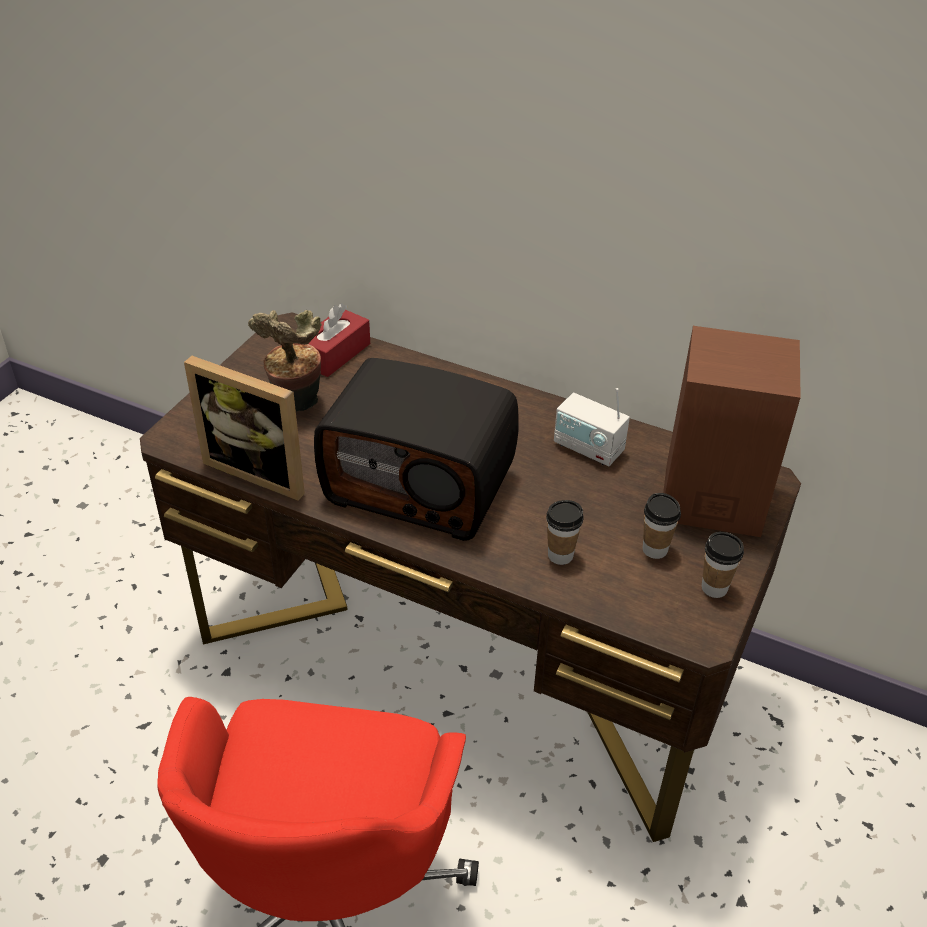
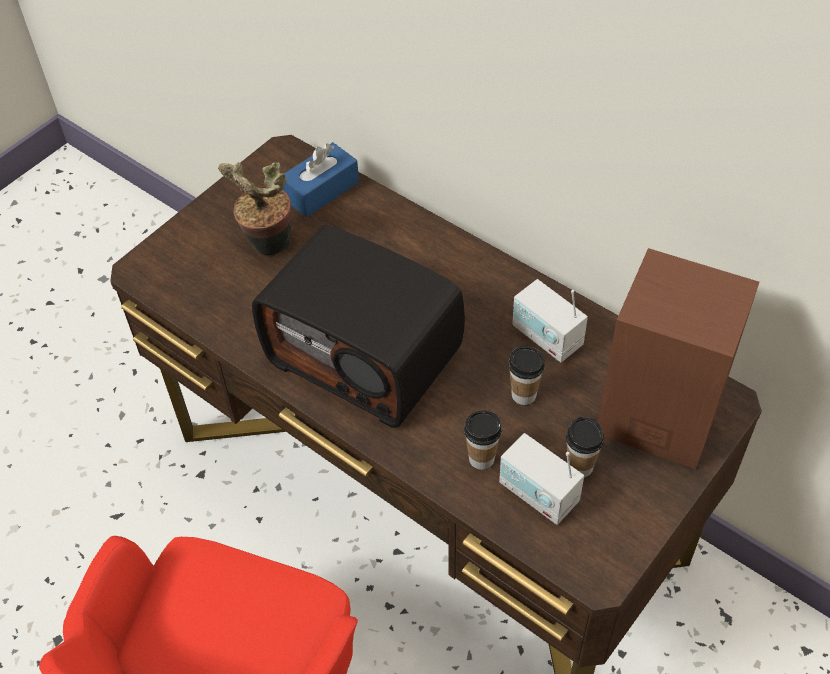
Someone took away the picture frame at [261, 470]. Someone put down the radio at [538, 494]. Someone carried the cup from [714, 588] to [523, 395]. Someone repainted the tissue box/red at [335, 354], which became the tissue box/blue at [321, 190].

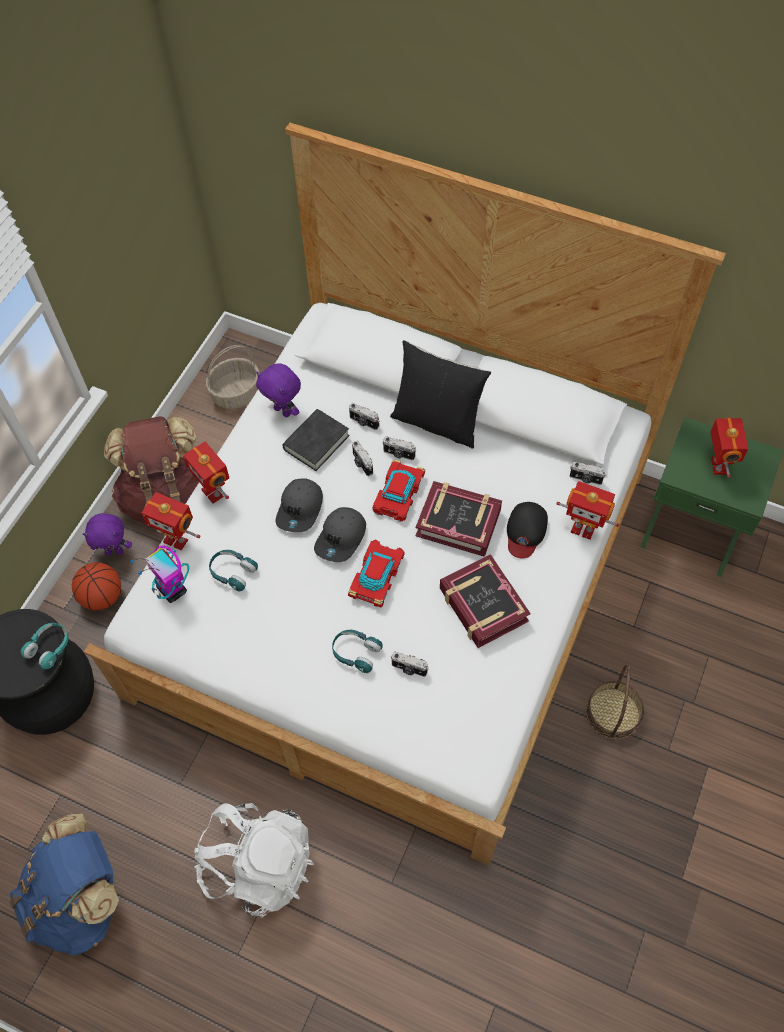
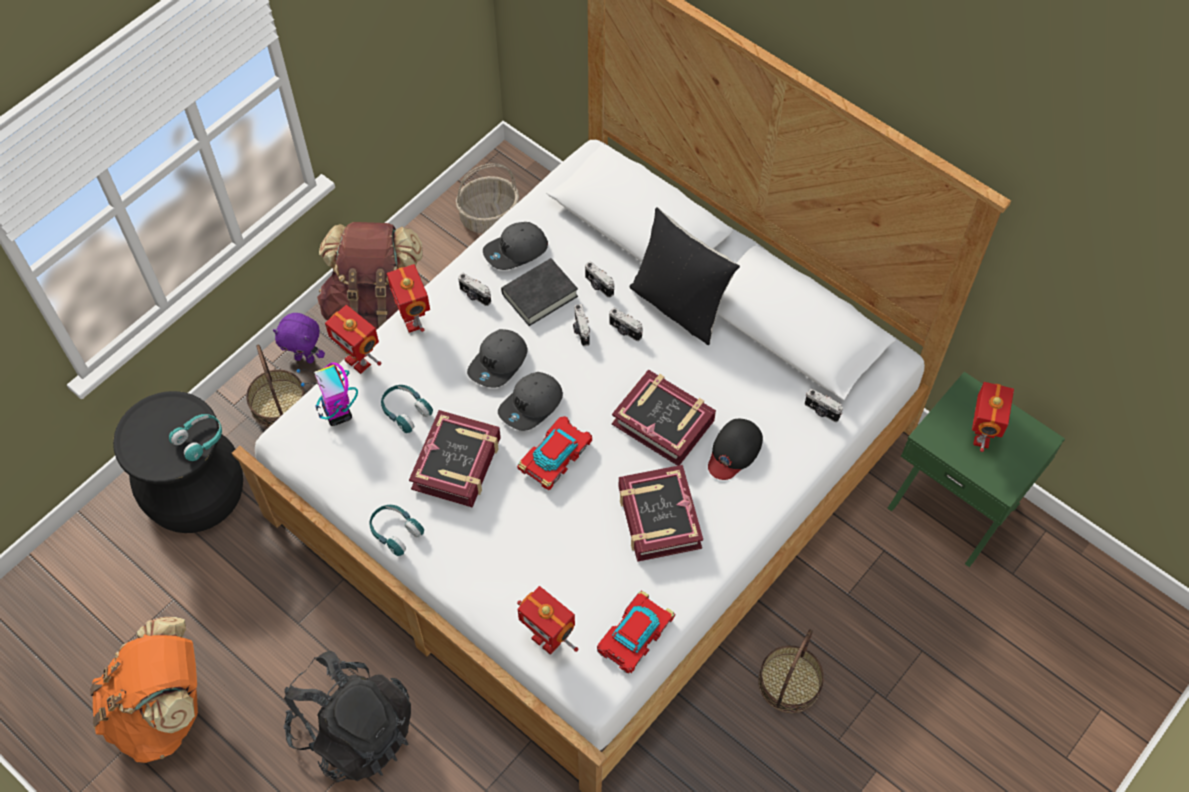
Someone put down the book at [457, 463]. Someone carried the headphones/turquoise from [356, 653] to [395, 532]. Someone carried the toy car from [398, 493] to [634, 634]. Someone carried the photo camera from [409, 669] to [474, 296]. Someone carried the toy robot from [583, 529] to [547, 639]. Someone swapped the basketball at [103, 596] for the basket at [278, 403]. Someone swapped the plush toy/purple at [283, 411] for the cap/grey at [516, 251]. Someone repainted the backpack/blue at [82, 898], which became the backpack/orange at [164, 709]. Someone repainted the backpack/white at [259, 864], which became the backpack/black at [354, 730].

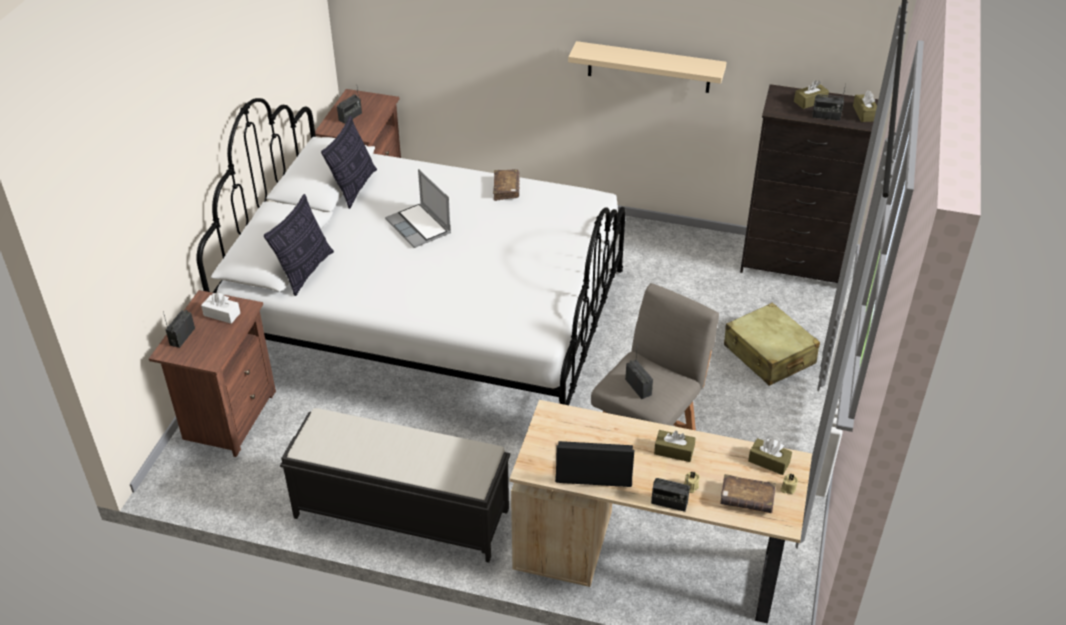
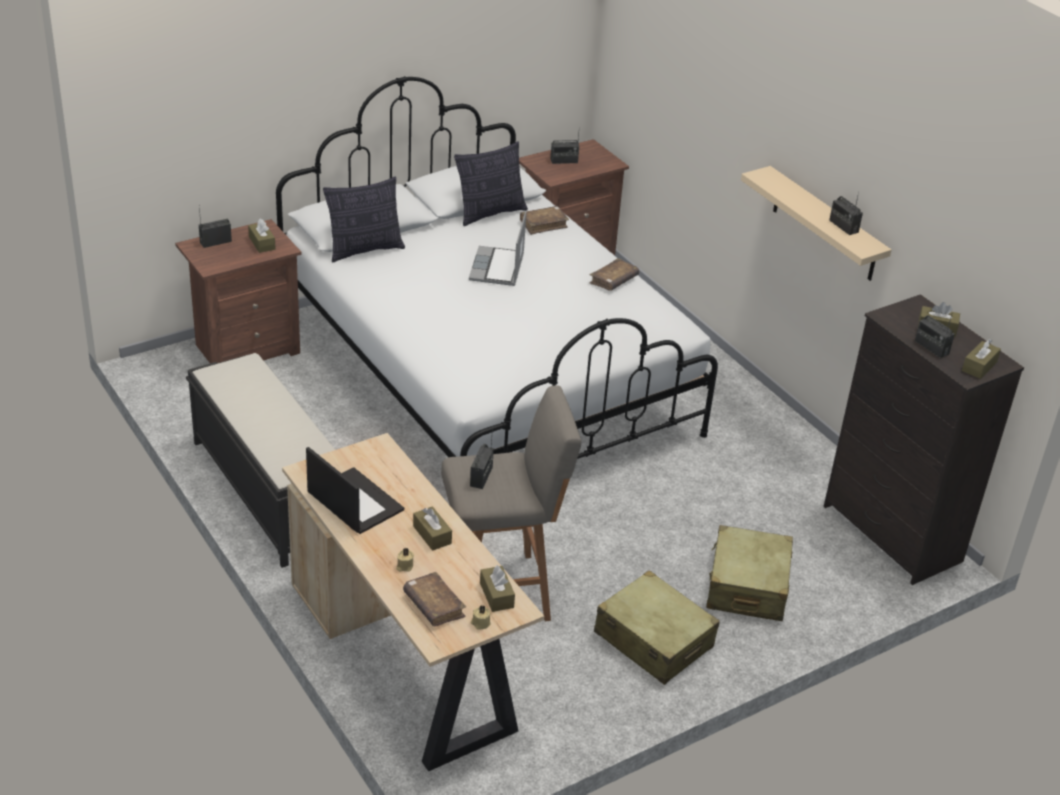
Someone put down the book/brown at [543, 224]. Someone put down the suitcase/beige at [653, 640]. Someone carried the radio from [669, 503] to [843, 226]. Someone repainted the tissue box/white at [222, 314], which became the tissue box/brown at [262, 243].

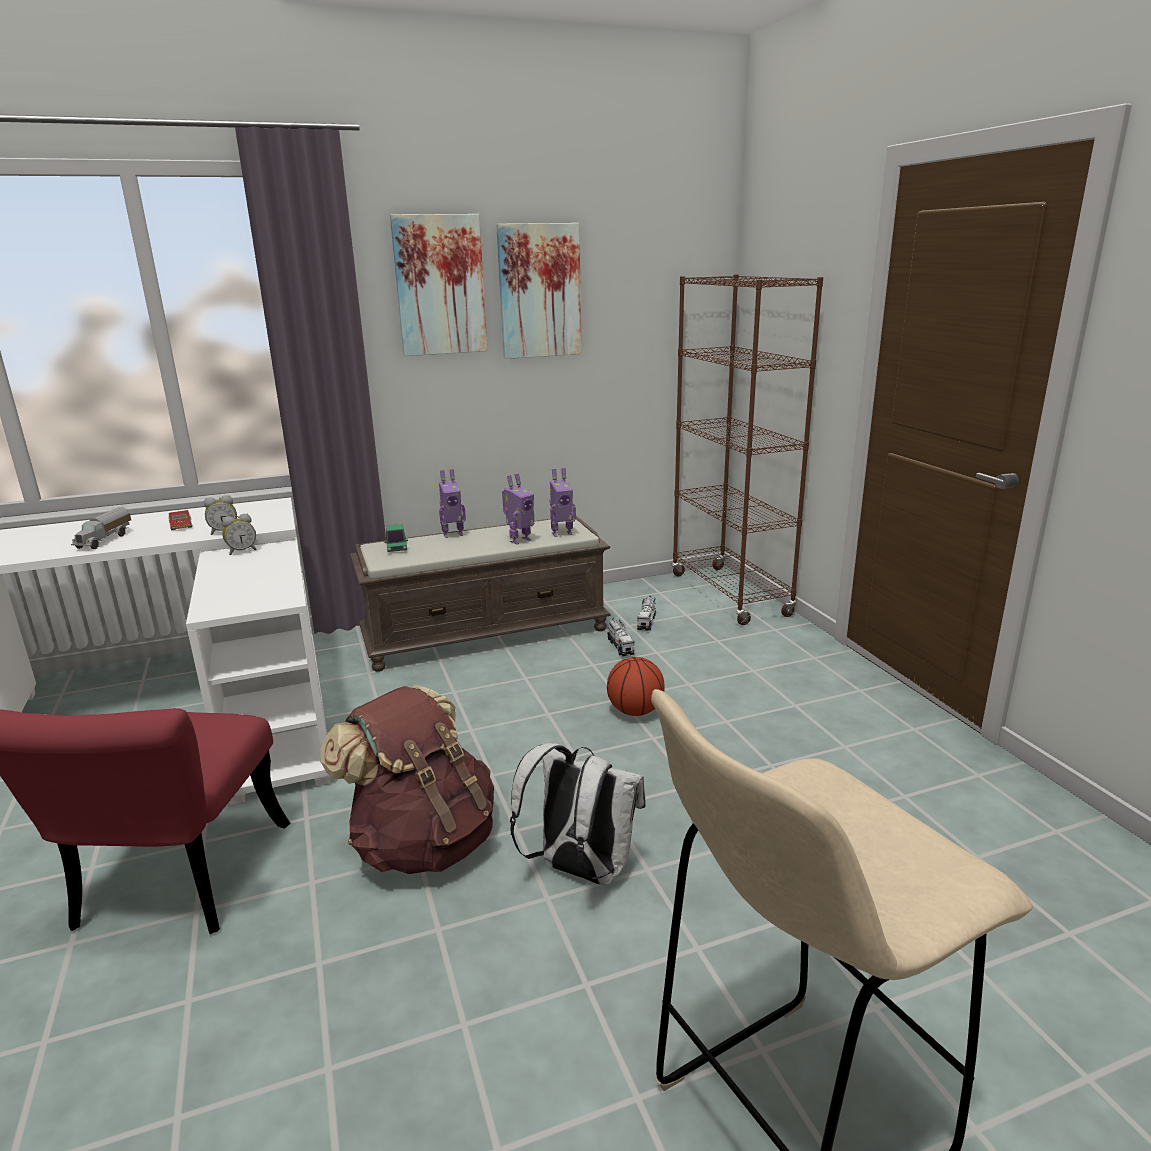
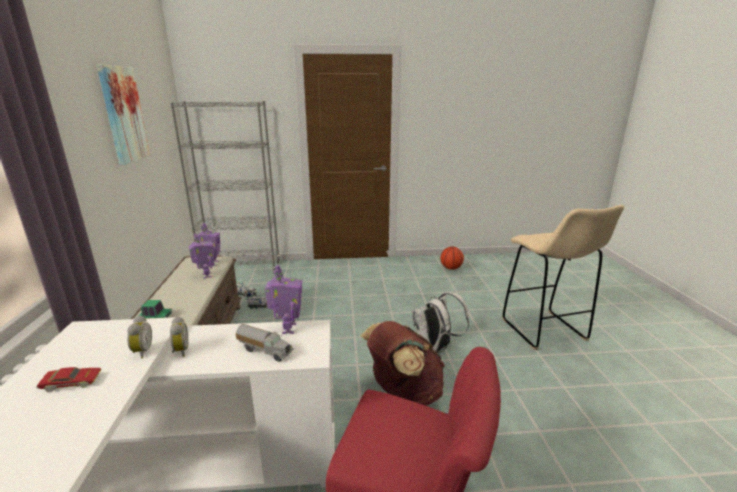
Someone took away the picture at [439, 285]. Someone carried the toy truck from [105, 540] to [265, 350]. Someone carried the toy robot from [452, 534] to [287, 328]. Someone carried the basketball from [635, 711] to [451, 268]. Someone repainted the bookcase/brown at [730, 595], which became the bookcase/grey at [241, 269].

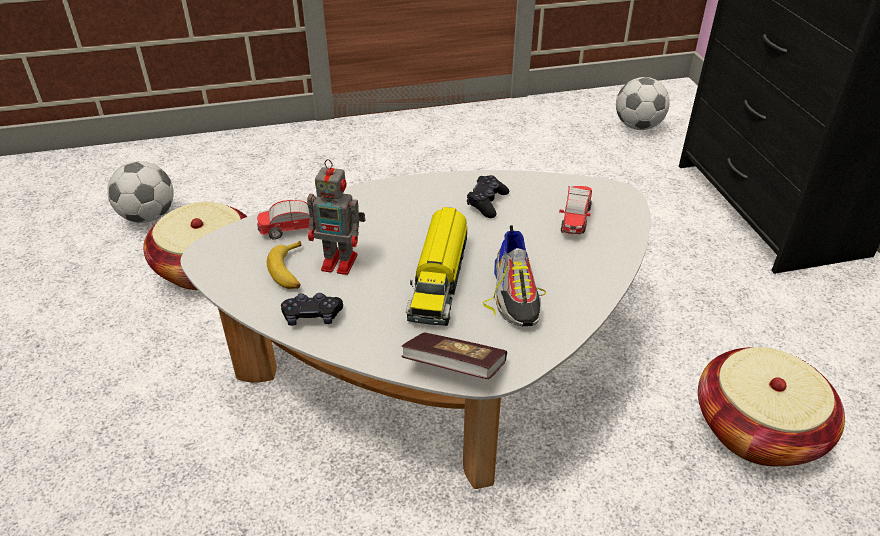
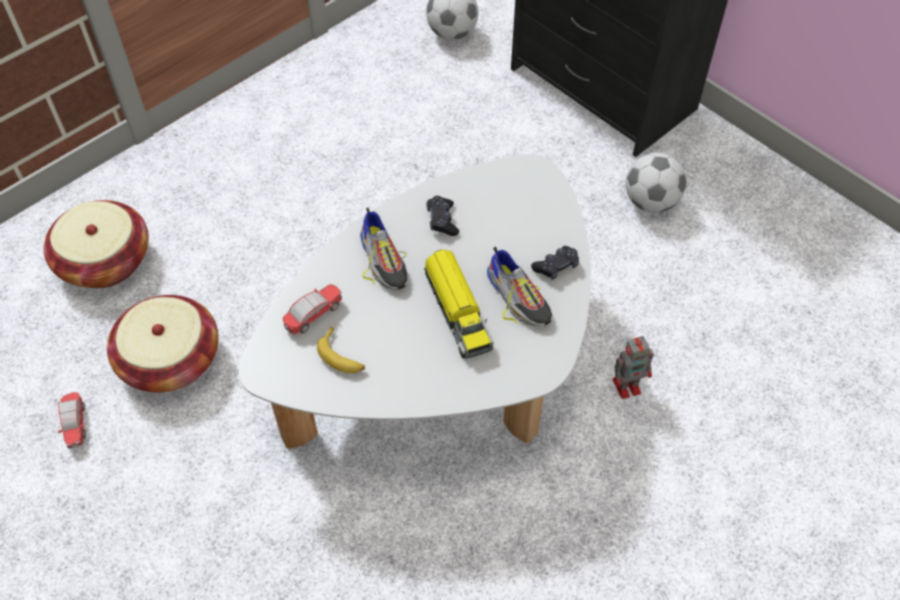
Someone took away the book at [454, 368]. Someone put down the shoe at [384, 260]. Someone carried the football from [148, 216] to [651, 201]. Someone carried the game controller/black from [312, 316] to [556, 266]. Someone carried the toy robot from [341, 262] to [628, 385]. Someone carried the toy car from [575, 220] to [76, 424]. Someone carried the basket from [757, 429] to [105, 261].

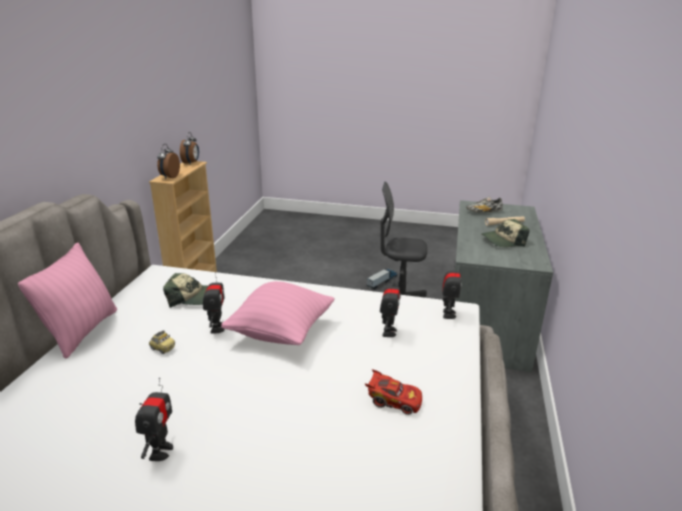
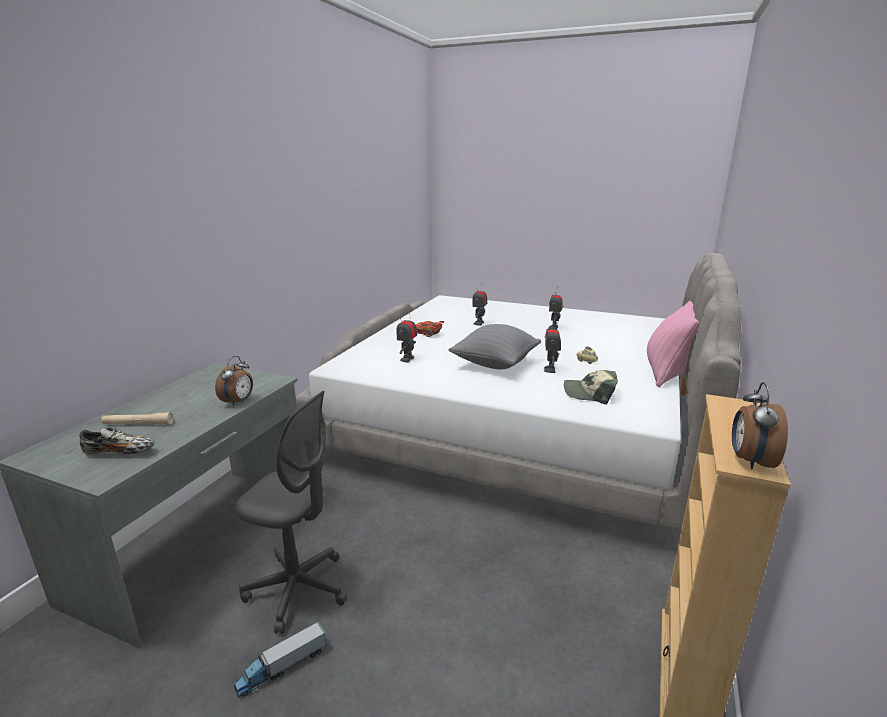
Someone took away the cap at [503, 240]. Someone carried the alarm clock from [169, 177] to [239, 402]. Someone carried the toy robot from [448, 314] to [479, 323]. Someone repainted the pillow/pink at [281, 332], which became the pillow/grey at [495, 364].

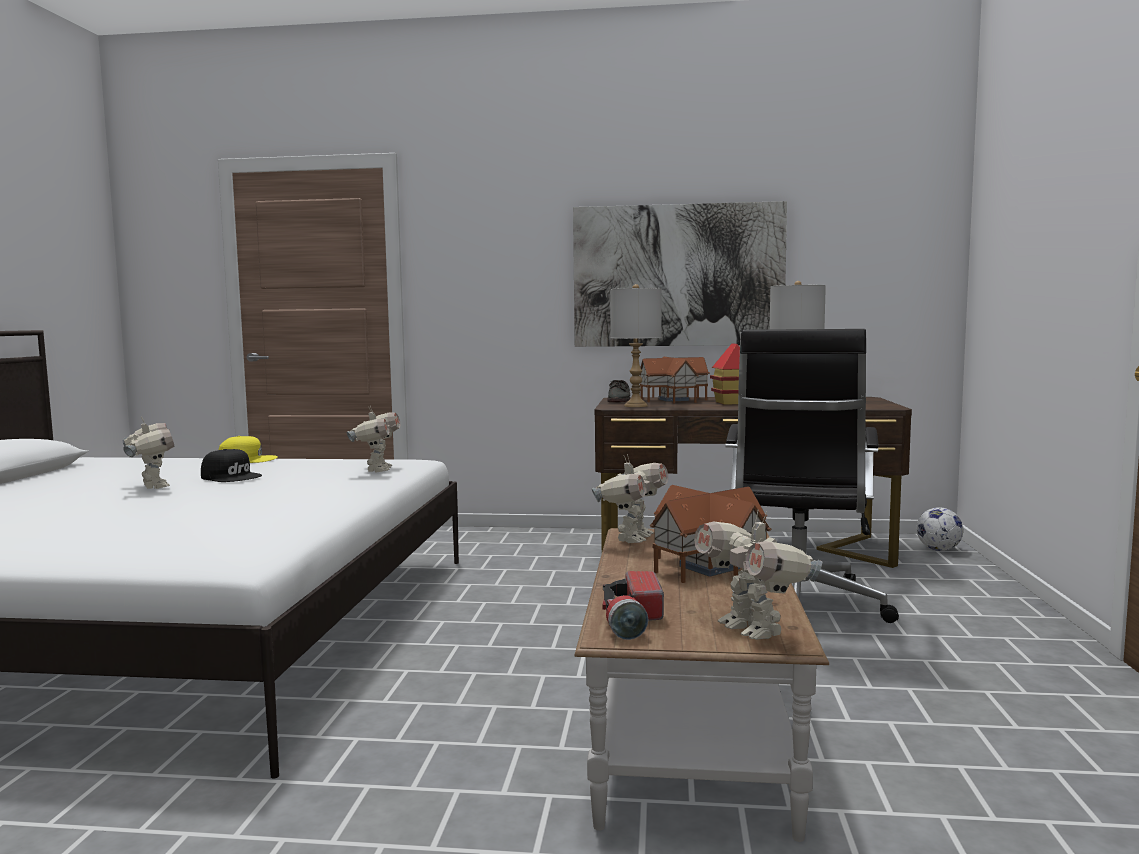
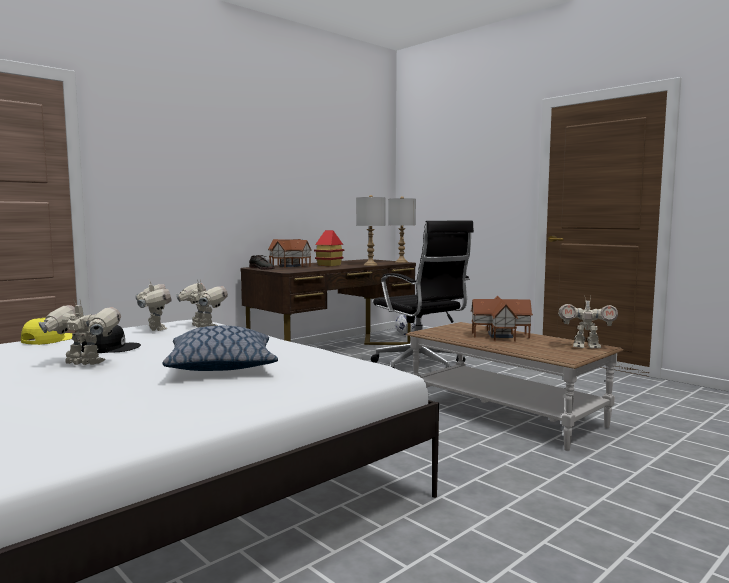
Someone took away the picture at [678, 276]. Someone took away the flashlight at [632, 620]. Someone put down the pillow at [222, 366]. Someone carried the toy robot from [632, 539] to [155, 329]. Someone carried the table lamp/grey from [636, 405] to [401, 262].

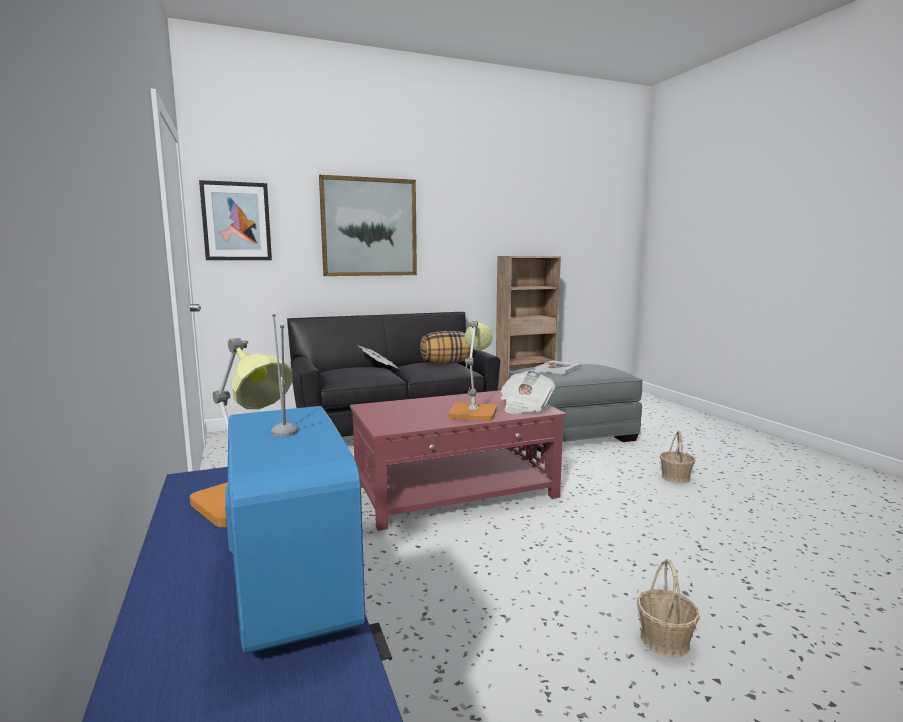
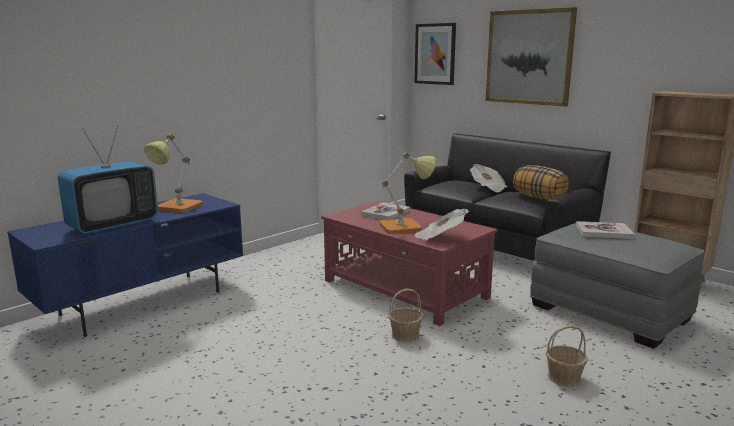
Someone put down the book at [385, 213]. Someone carried the basket from [665, 640] to [405, 335].

